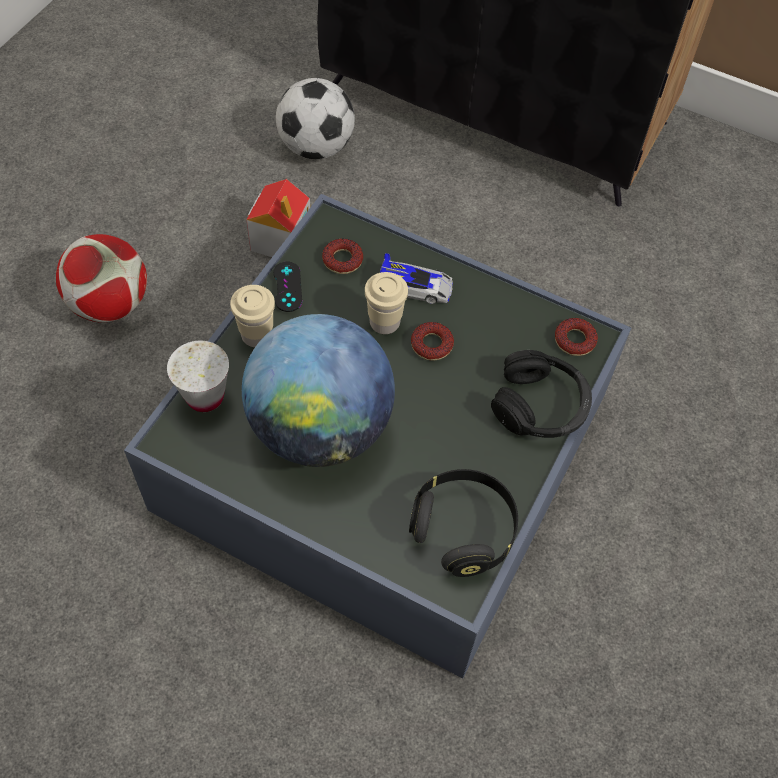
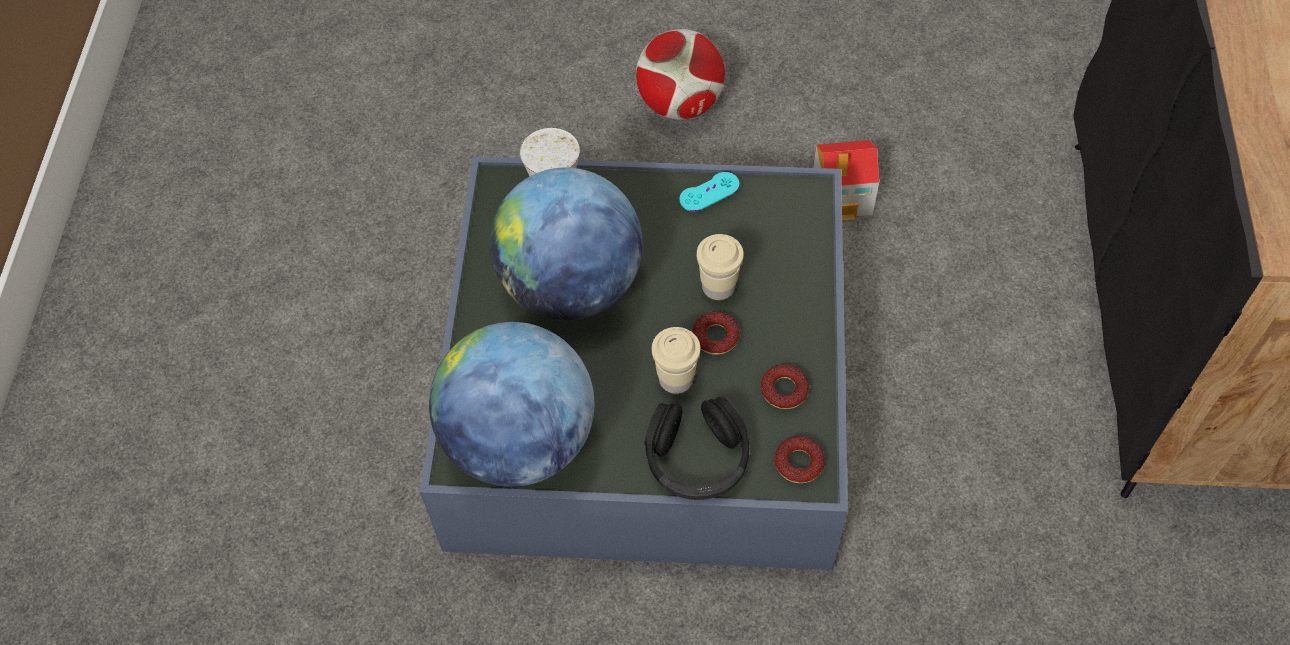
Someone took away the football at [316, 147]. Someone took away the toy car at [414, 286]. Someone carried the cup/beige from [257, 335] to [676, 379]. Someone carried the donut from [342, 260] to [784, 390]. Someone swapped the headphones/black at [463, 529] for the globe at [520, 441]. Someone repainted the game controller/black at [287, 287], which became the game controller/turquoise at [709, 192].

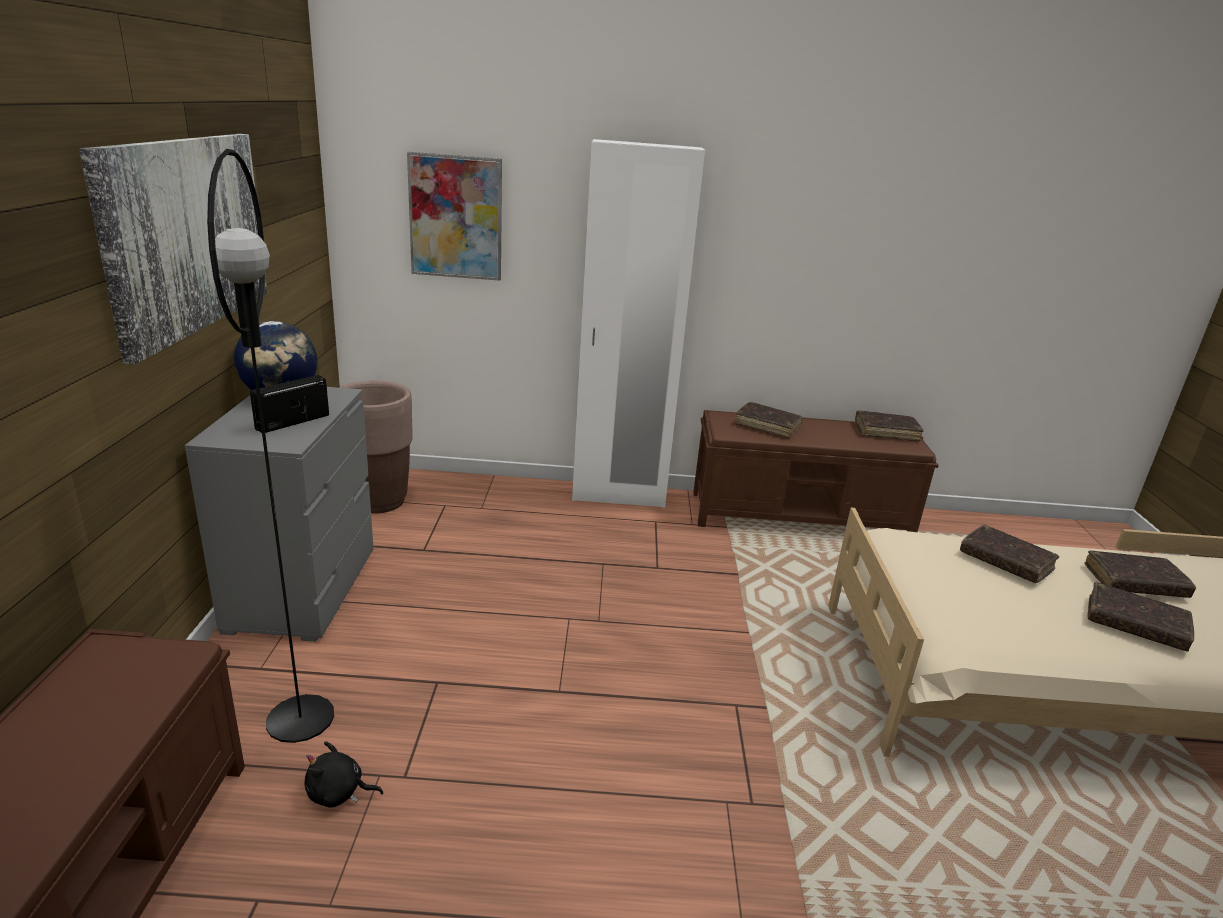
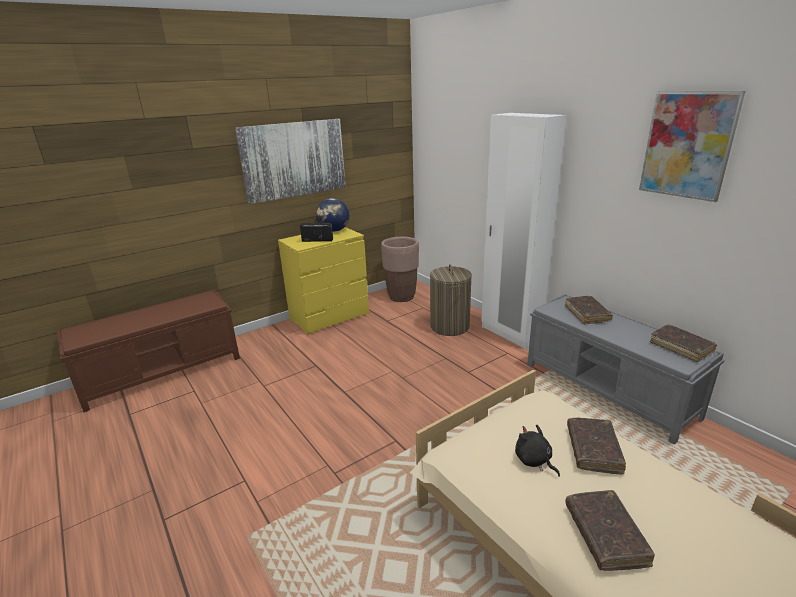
Someone took away the floor lamp/black at [300, 718]. Someone took away the book/brown at [1134, 583]. Someone put down the laundry basket at [450, 326]. Someone carried the plush toy/black from [338, 793] to [534, 461]. Someone carried the picture from [456, 217] to [687, 145]. Someone repainted the dresser/grey at [303, 589], which became the dresser/yellow at [330, 317]. Someone repainted the bench/brown at [801, 517], which became the bench/grey at [608, 390].

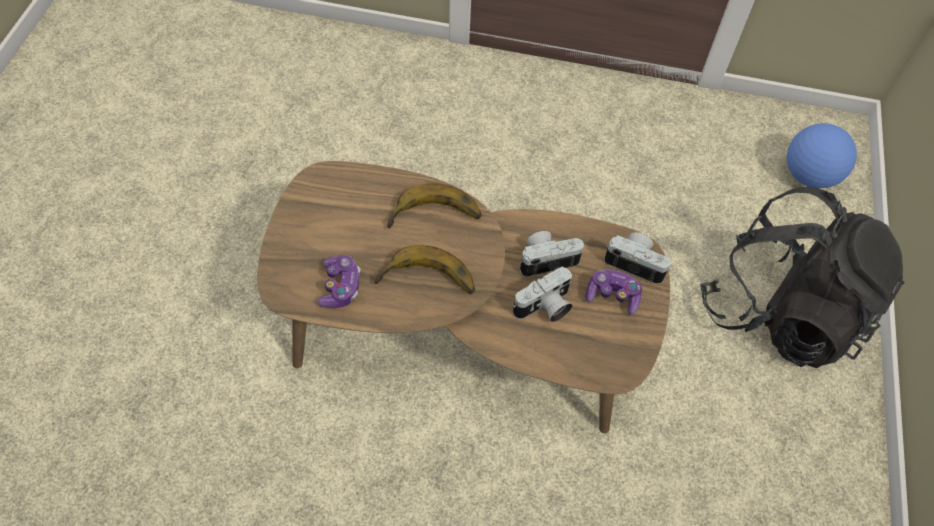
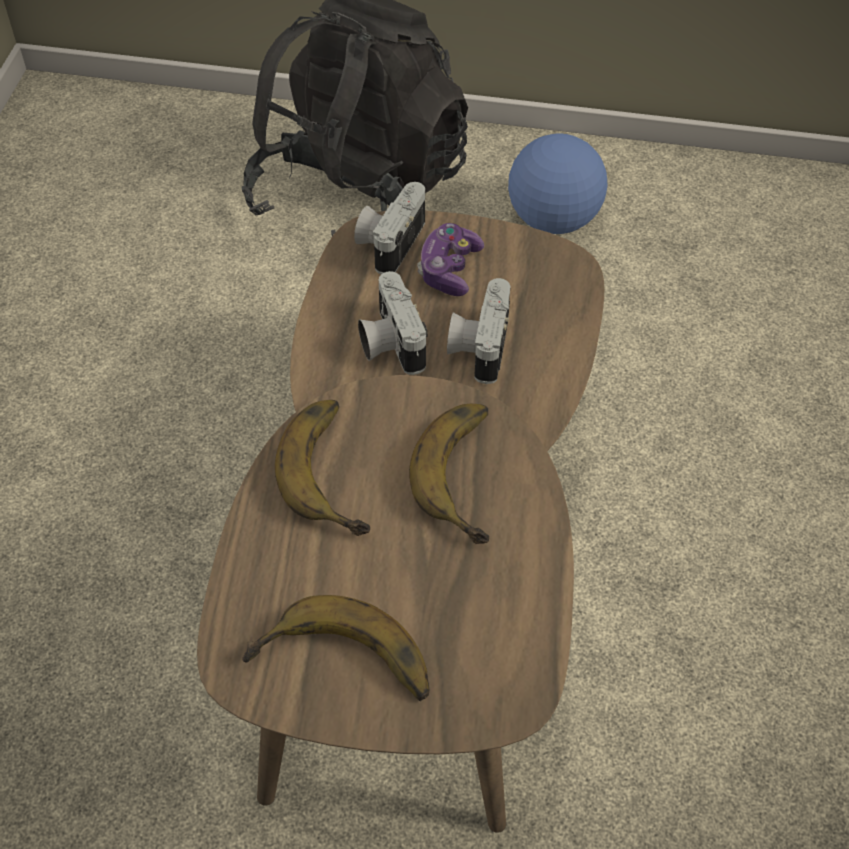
Someone took away the game controller at [340, 287]. Someone put down the banana at [341, 670]. Someone carried the football from [809, 176] to [553, 220]. Someone rotated the photo camera at [545, 308] by 135 degrees counterclockwise.

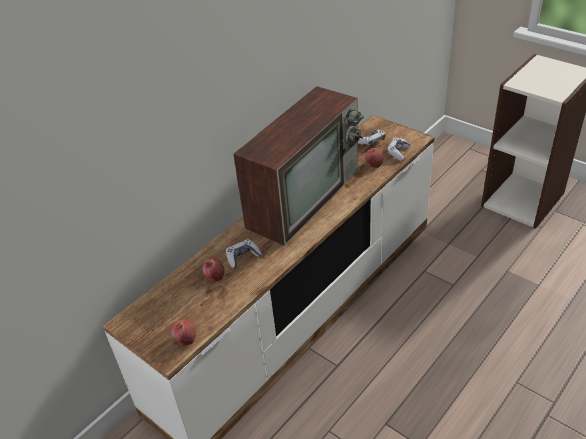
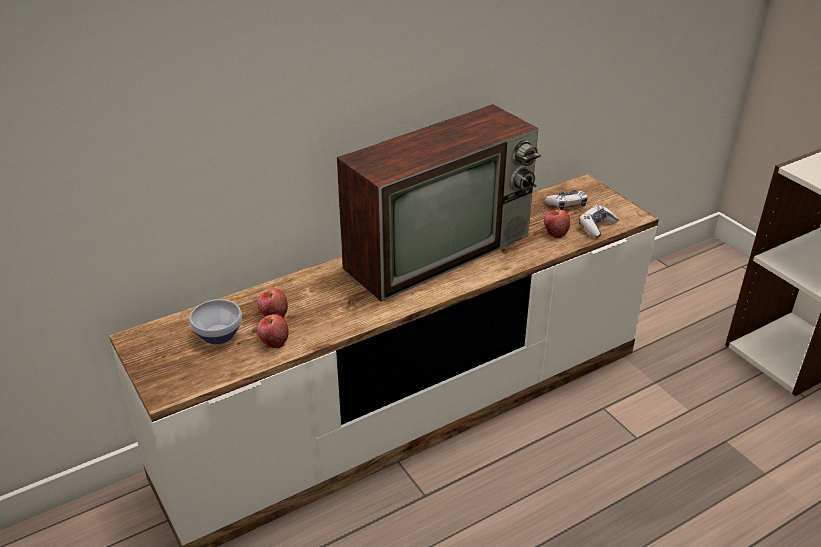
Someone took away the game controller at [243, 257]. Someone put down the bowl at [218, 336]. Someone carried the apple from [185, 339] to [273, 341].

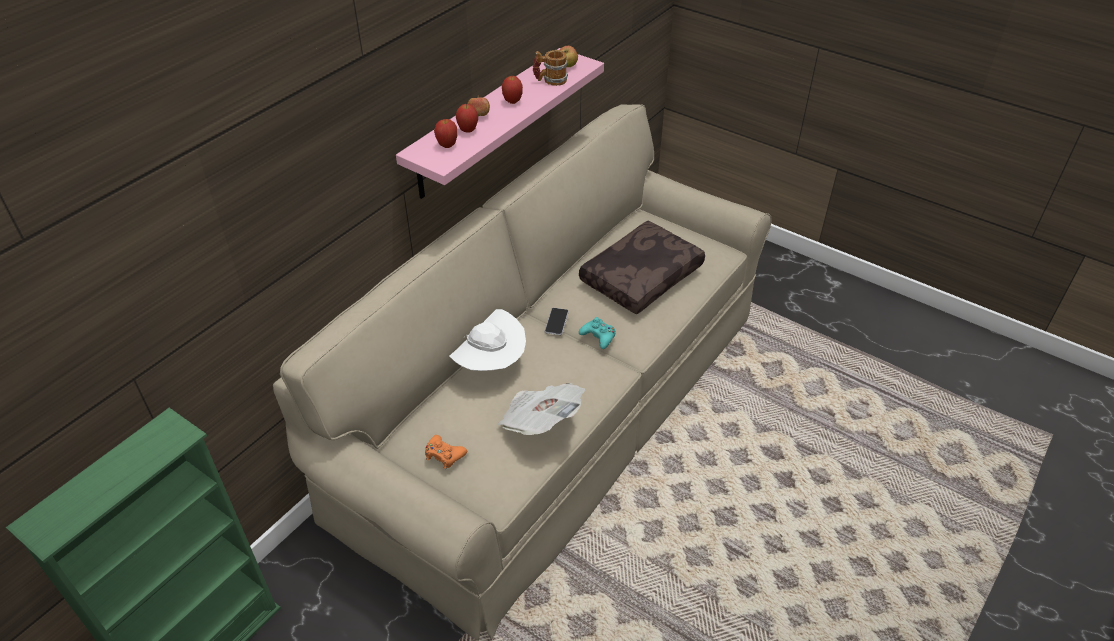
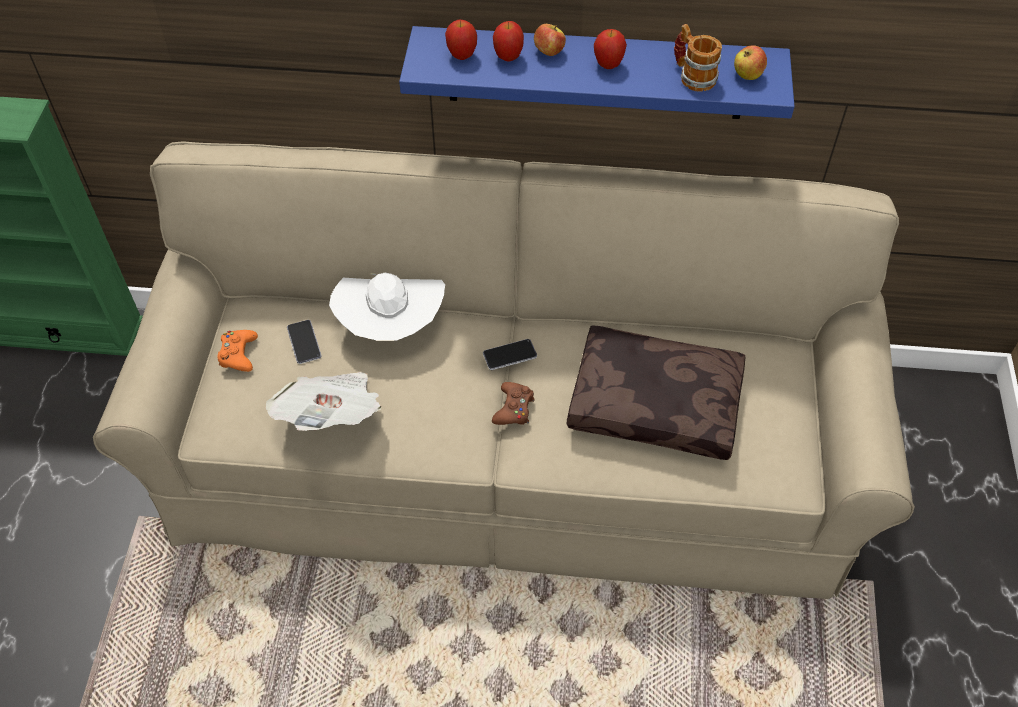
Someone put down the phone at [304, 342]. Someone repainted the shelf/pink at [486, 123], which became the shelf/blue at [596, 73]. Someone repainted the game controller/turquoise at [598, 336], which became the game controller/brown at [514, 409].

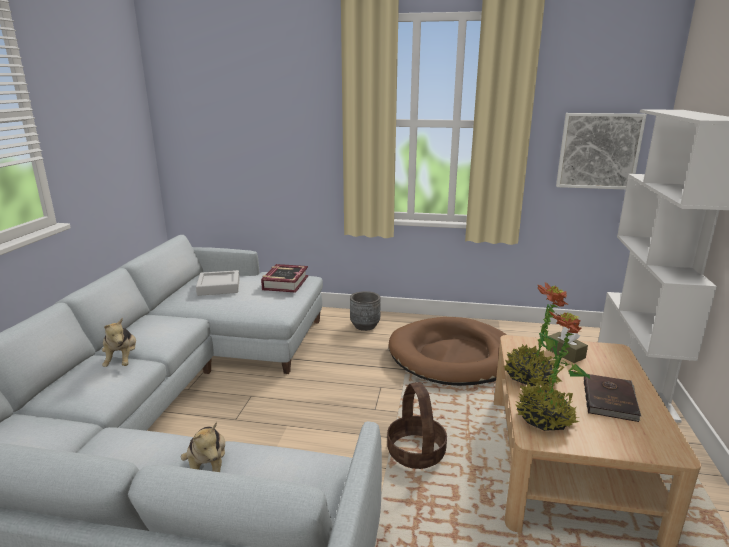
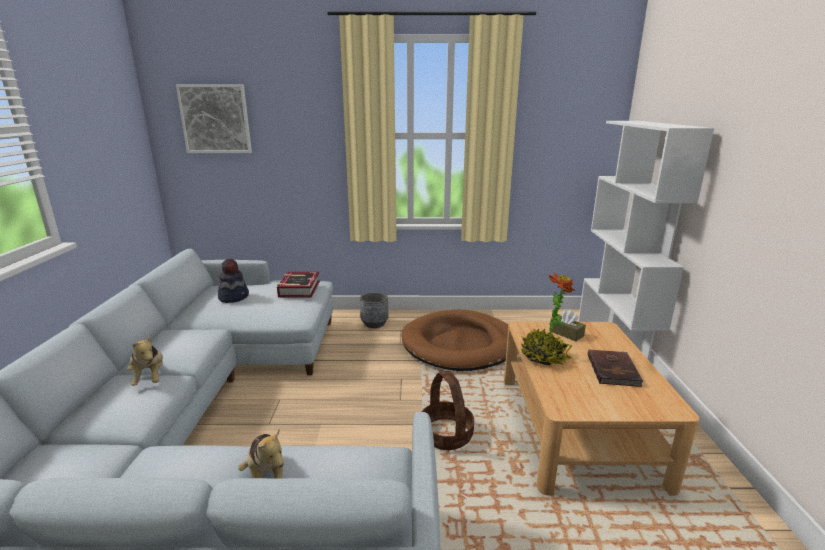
Someone took away the potted plant at [545, 418]. Someone carried the picture from [598, 151] to [215, 119]. Someone swapped the tray/grey at [219, 287] for the hat at [234, 297].

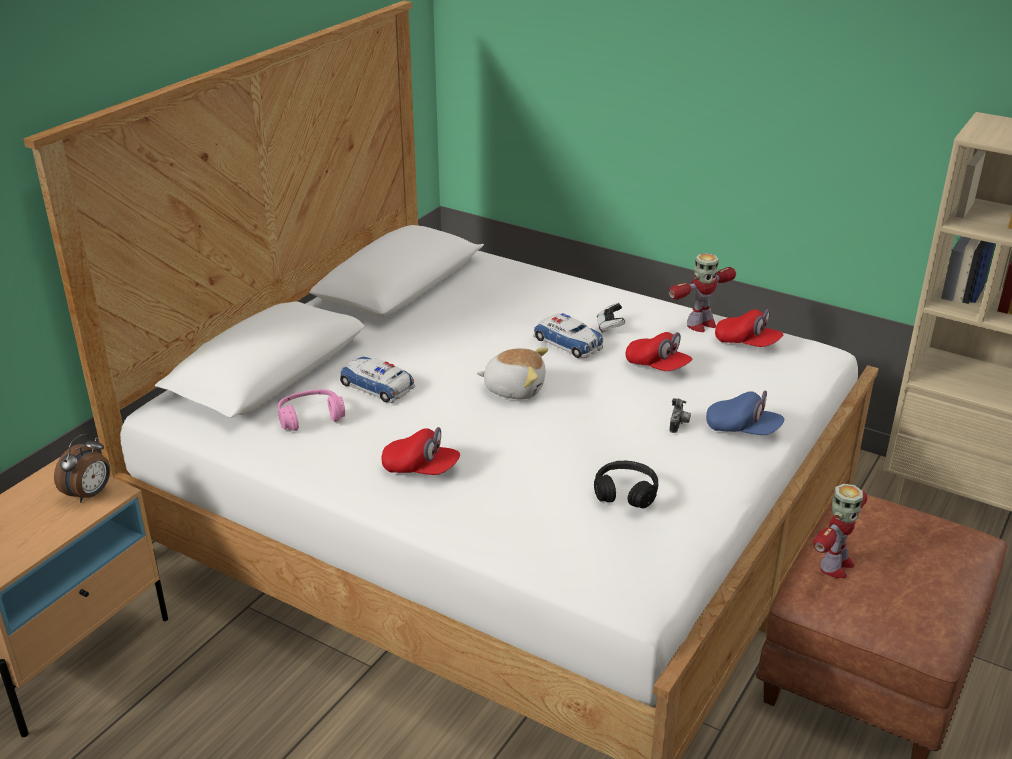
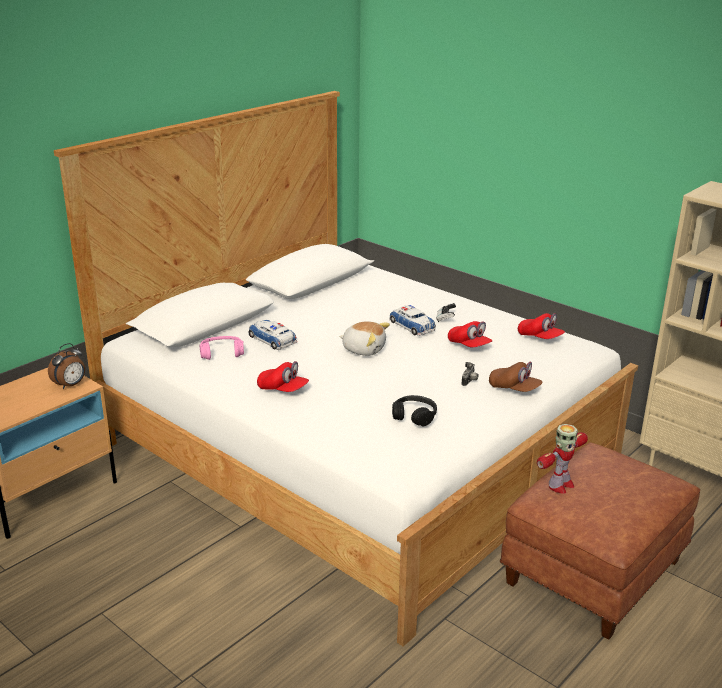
Someone took away the toy robot at [700, 325]. Someone repainted the cap/blue at [743, 430], which became the cap/brown at [514, 389].

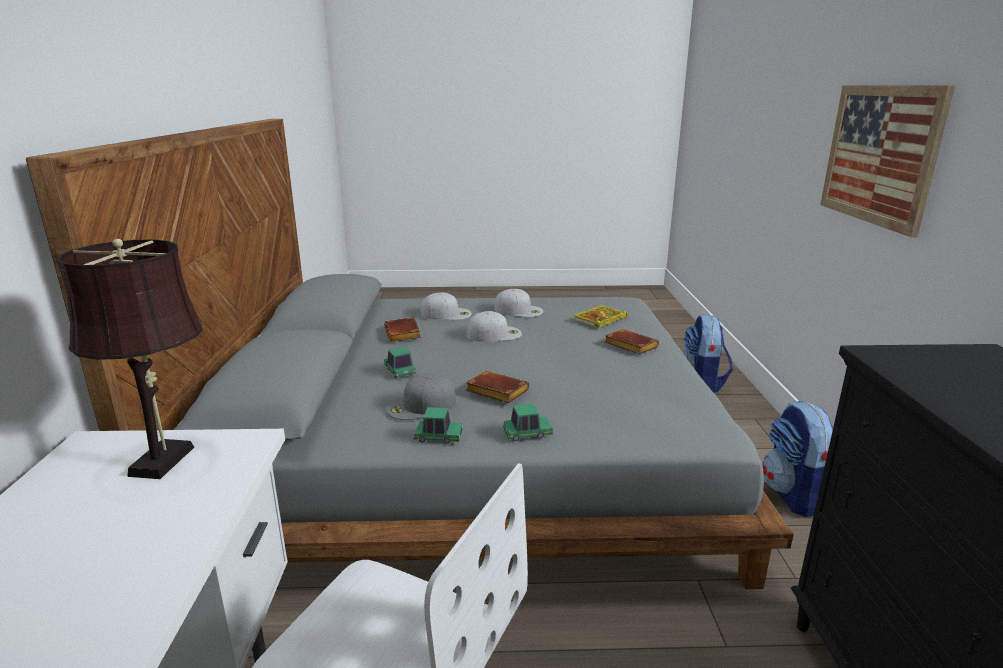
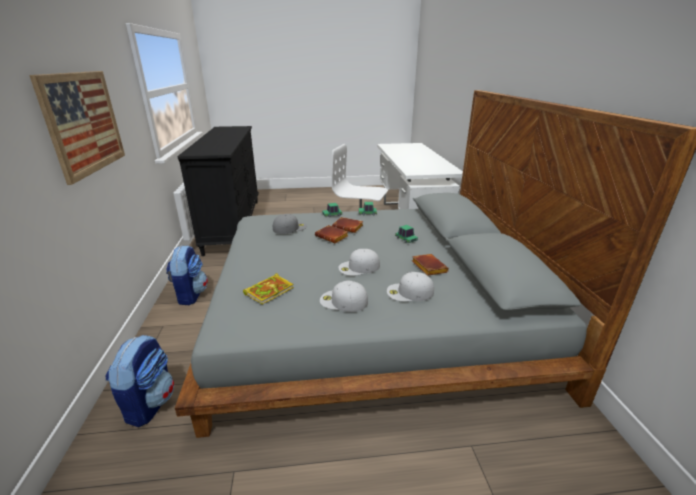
Someone took away the table lamp/brown at [166, 457]. Someone carried the cap/grey from [421, 405] to [290, 227]. Someone carried the book/brown from [629, 346] to [333, 237].

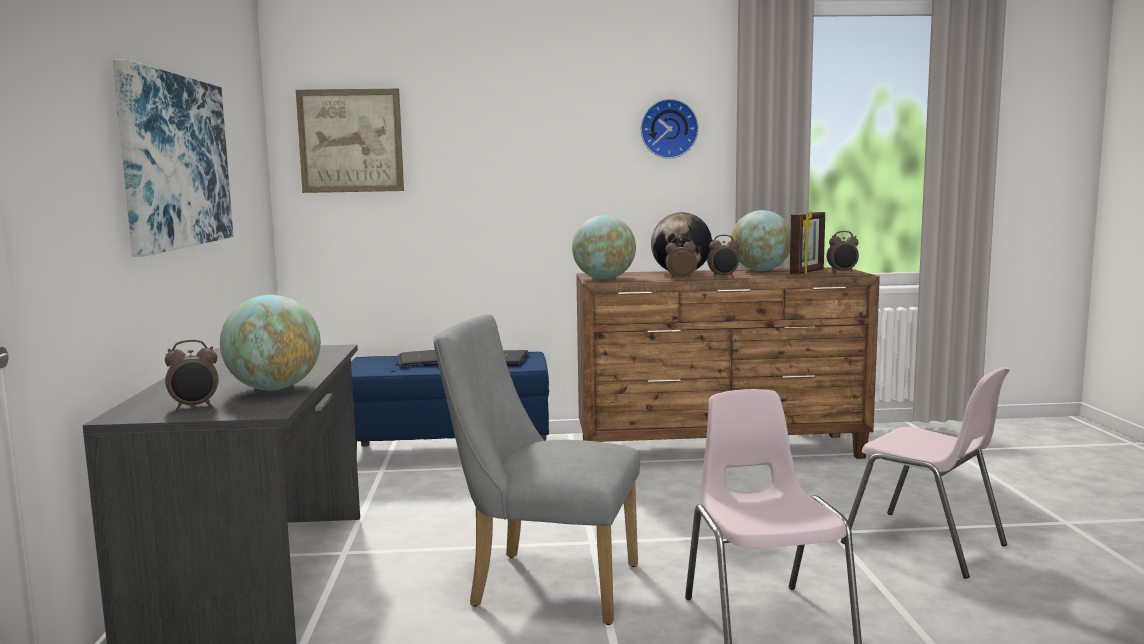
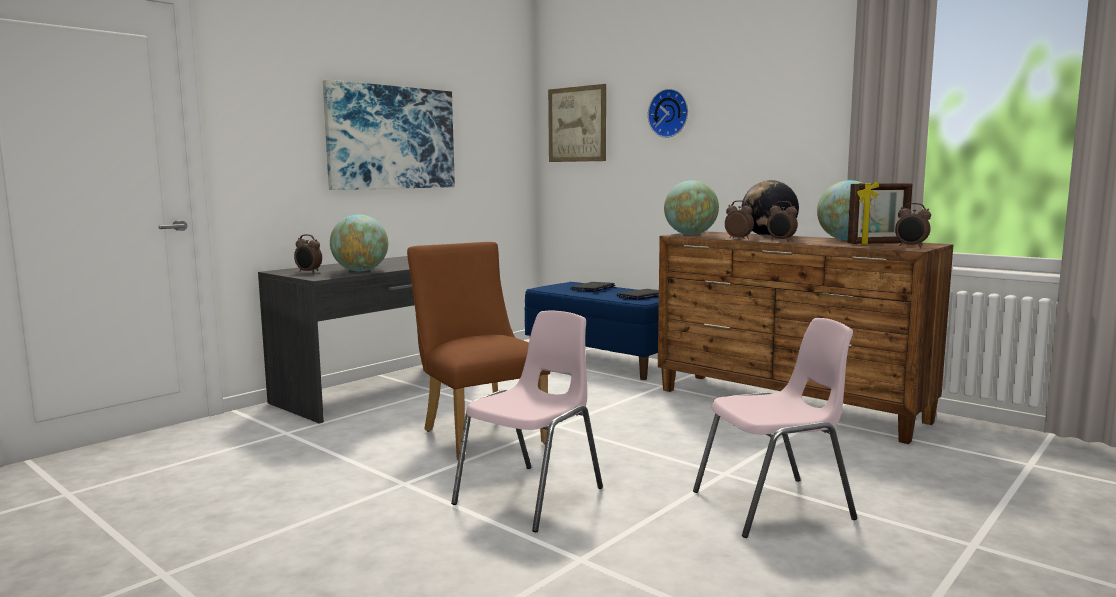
Someone carried the wall clock from [668, 129] to [669, 113]. Someone repainted the chair/grey at [542, 585], which became the chair/brown at [479, 434]. Someone rotated the chair/pink at [926, 545] by 105 degrees counterclockwise.

